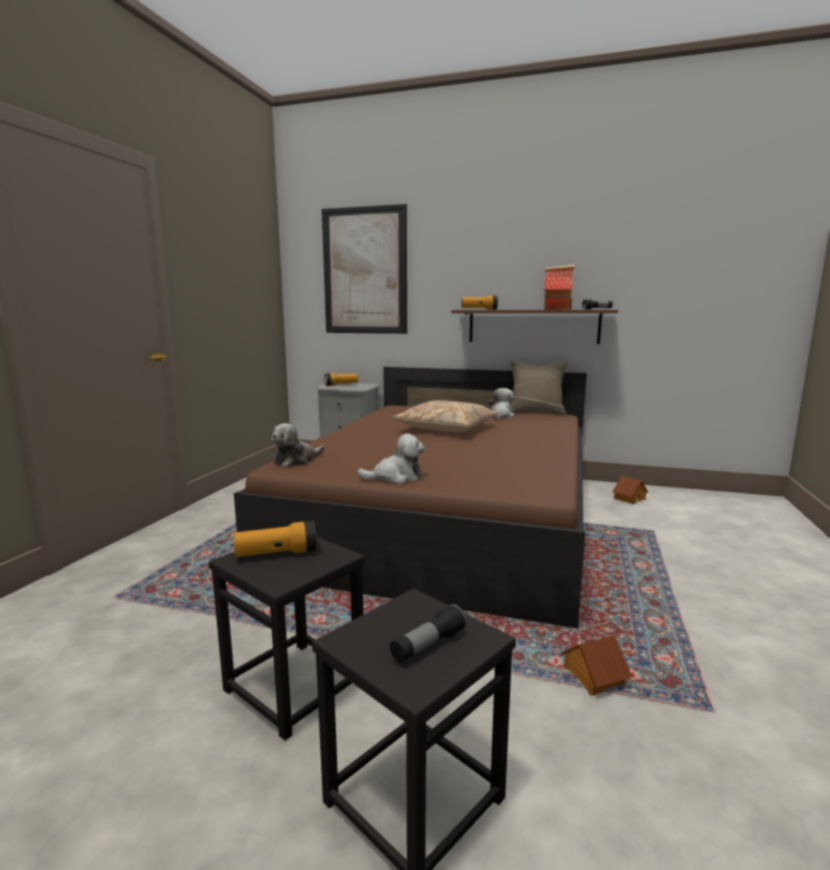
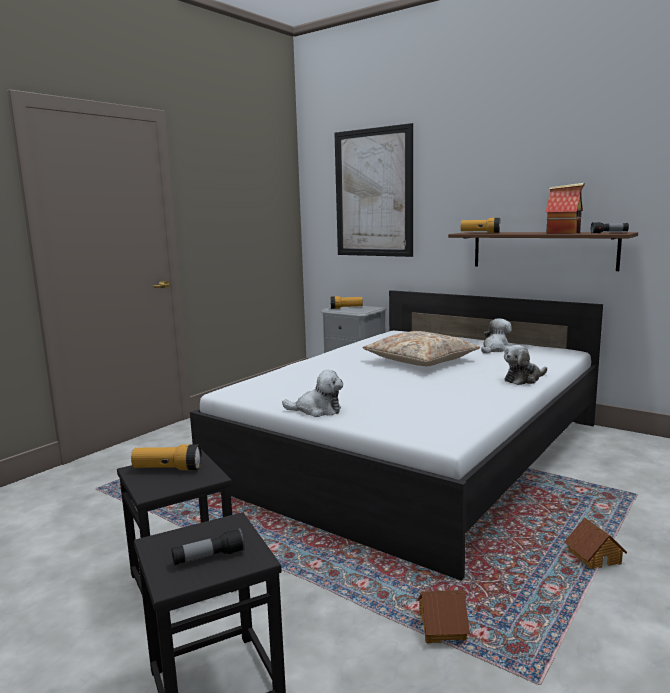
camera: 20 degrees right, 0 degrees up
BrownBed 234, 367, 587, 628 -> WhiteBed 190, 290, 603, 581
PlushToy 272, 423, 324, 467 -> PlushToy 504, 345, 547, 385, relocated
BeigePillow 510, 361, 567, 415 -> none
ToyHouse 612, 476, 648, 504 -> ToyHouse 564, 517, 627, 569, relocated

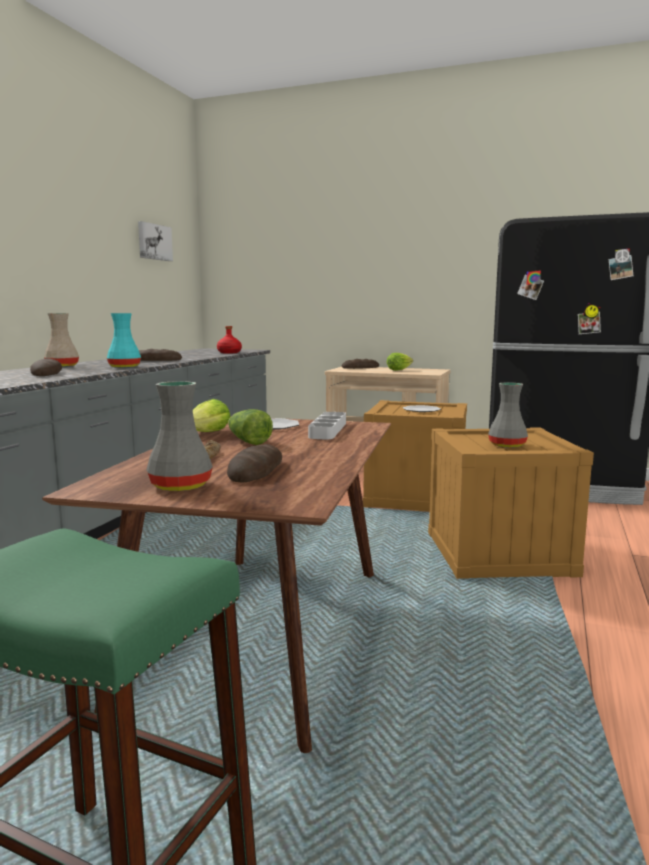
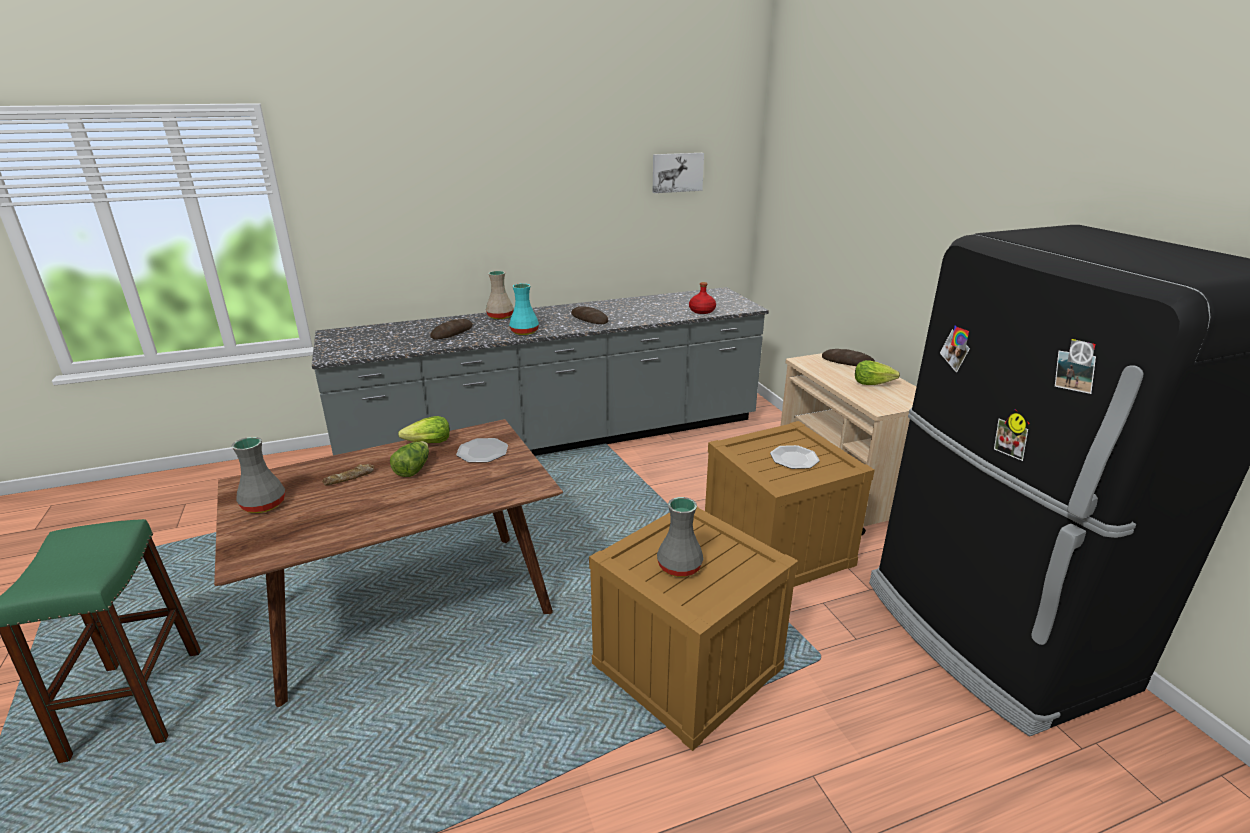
camera: 50 degrees right, 15 degrees up
Bread 227, 444, 282, 483 -> none
GreyTray 308, 412, 346, 440 -> none

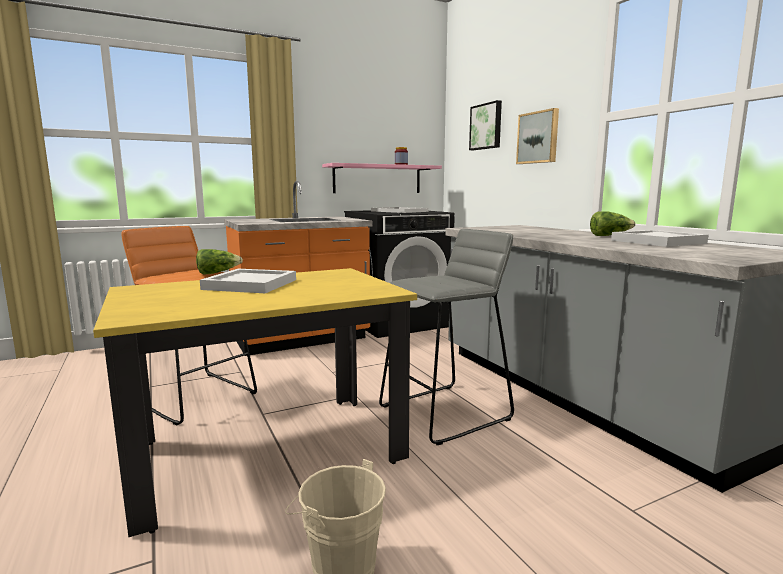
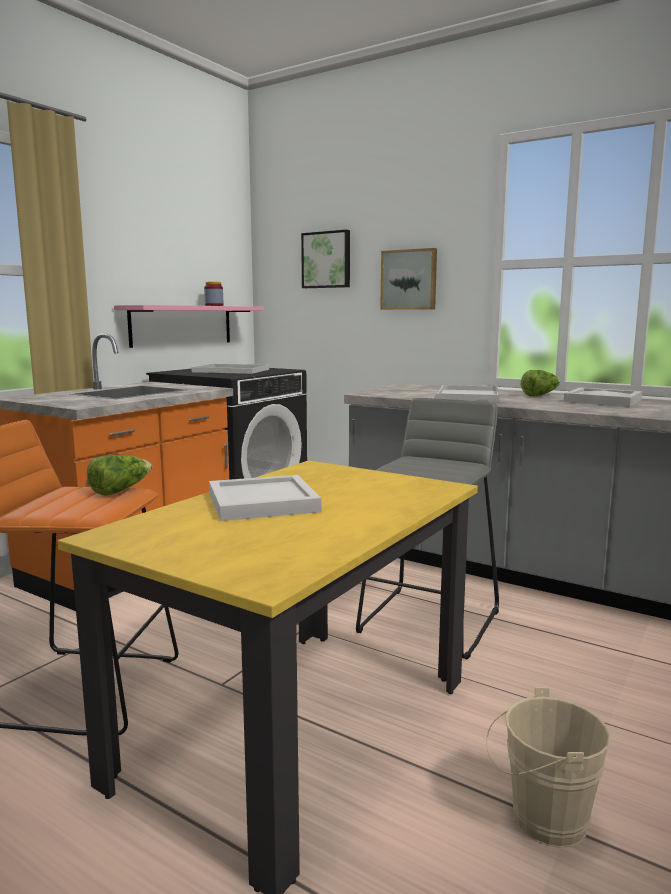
camera: 30 degrees left, 0 degrees up
none -> WhiteTray 437, 385, 499, 401

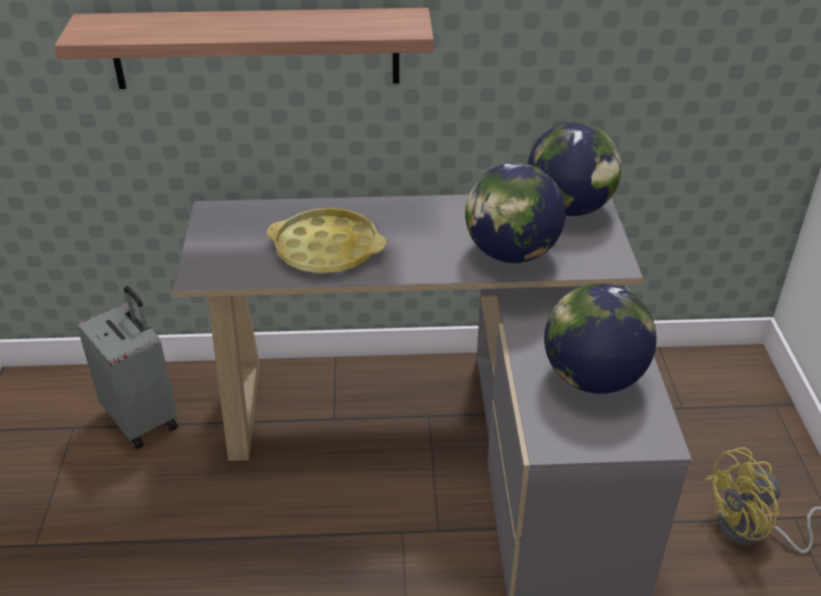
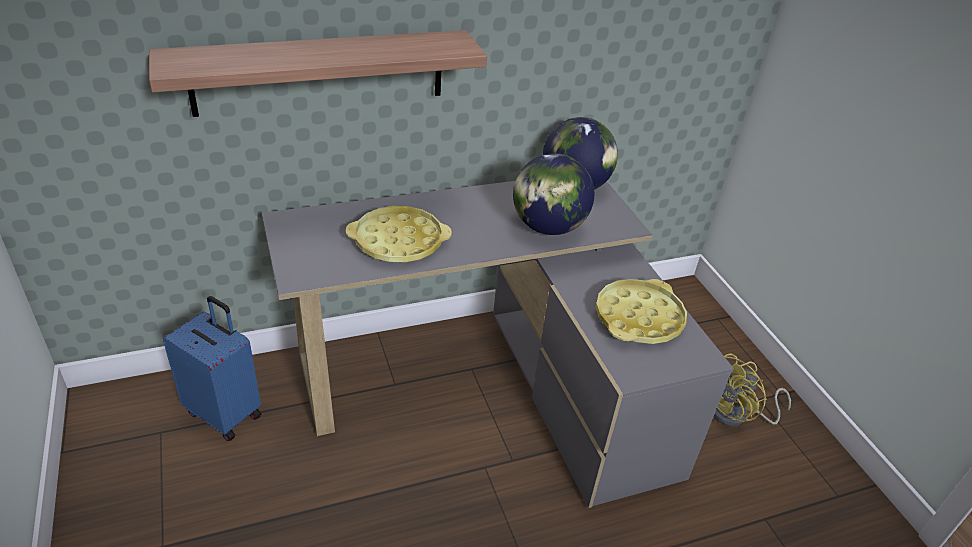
camera: 20 degrees left, 0 degrees up
GreySuitcase 77, 286, 178, 449 -> BlueSuitcase 163, 296, 261, 441
Globe 544, 283, 657, 394 -> YellowTray 596, 279, 687, 344

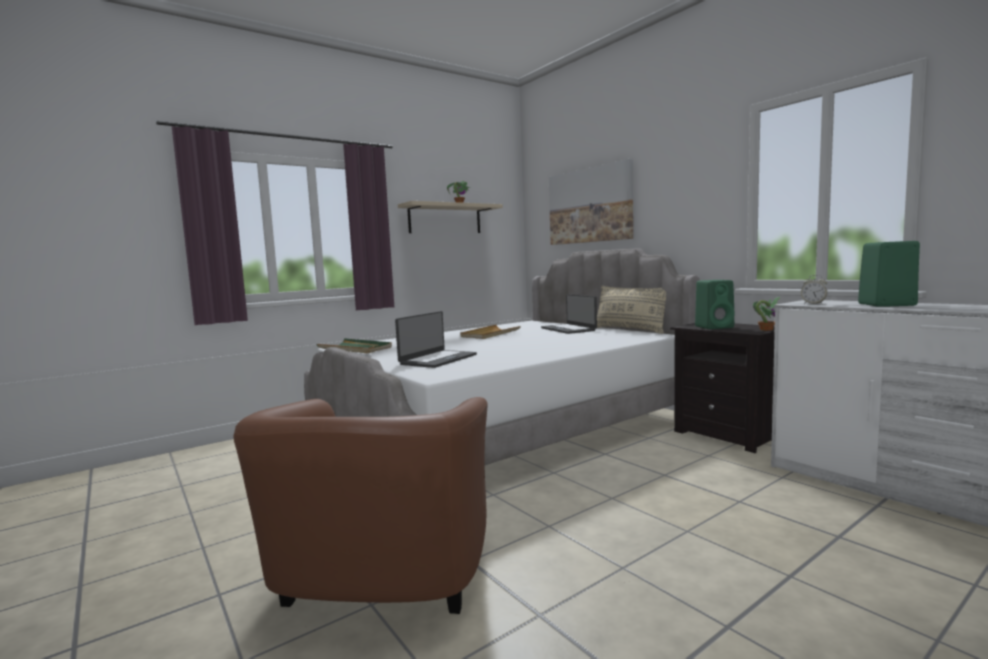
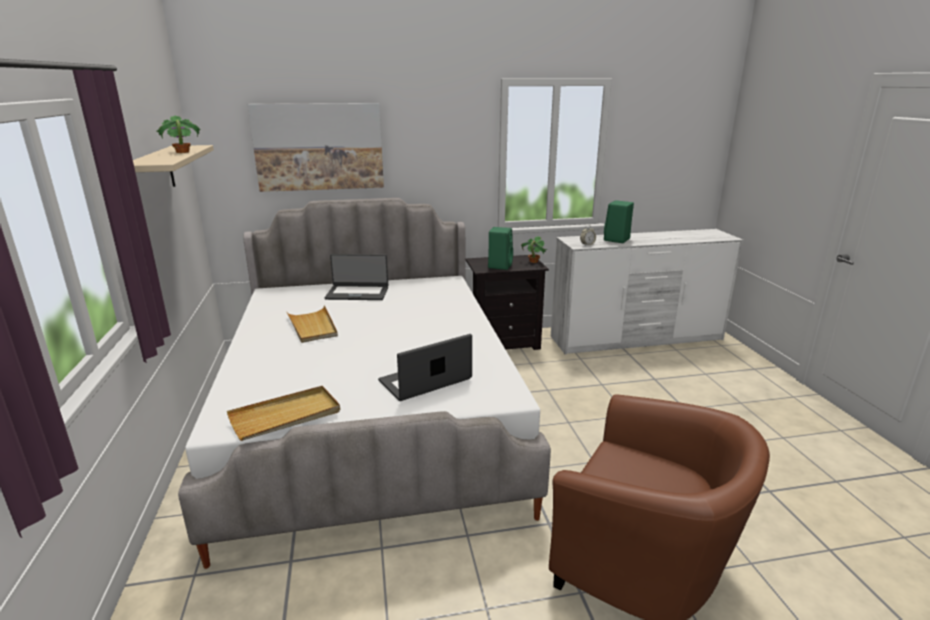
camera: 65 degrees left, 15 degrees up
GreenTray 316, 338, 392, 353 -> BeigeTray 227, 386, 340, 441
Laptop 395, 311, 477, 368 -> Laptop 378, 334, 472, 401, 90 degrees counterclockwise
BeigePillow 597, 285, 666, 334 -> none

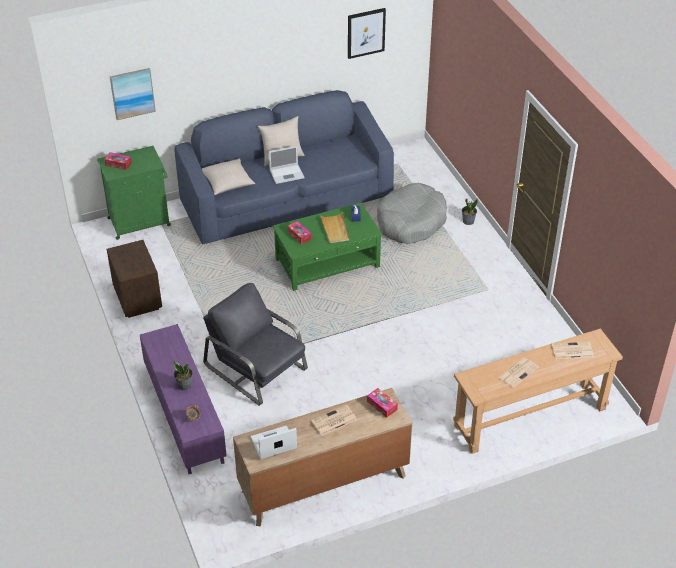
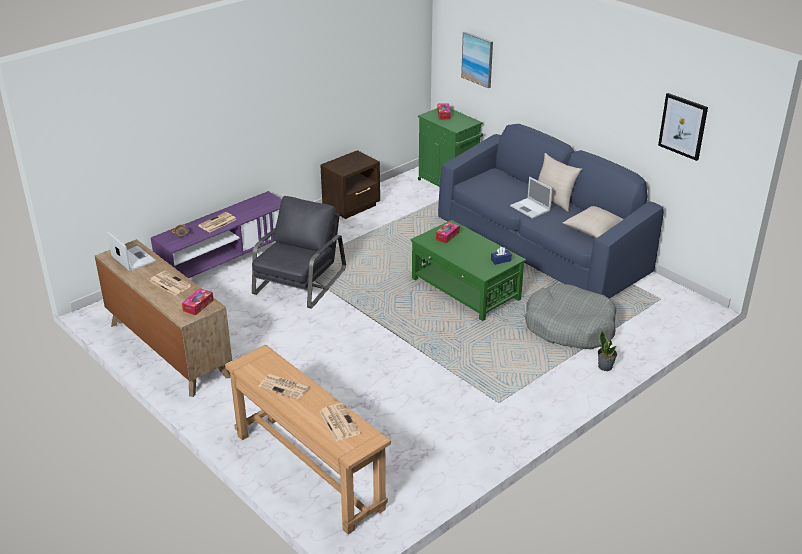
camera: 70 degrees right, 10 degrees down
PottedPlant 174, 360, 193, 390 -> Newspaper 198, 212, 237, 233
BeigePillow 202, 159, 255, 195 -> BeigePillow 562, 206, 624, 238, relocated
BeigeTray 320, 213, 349, 243 -> none

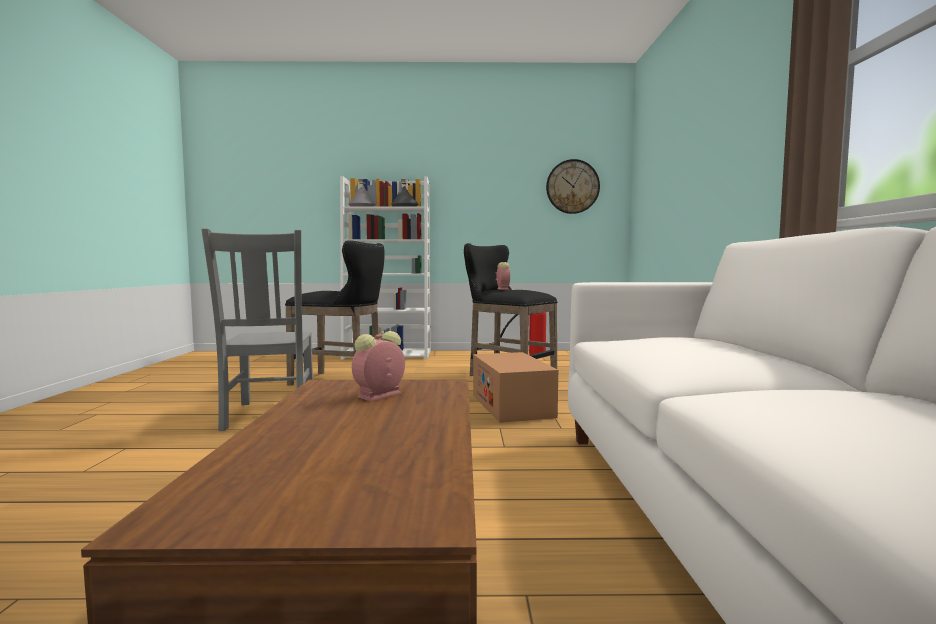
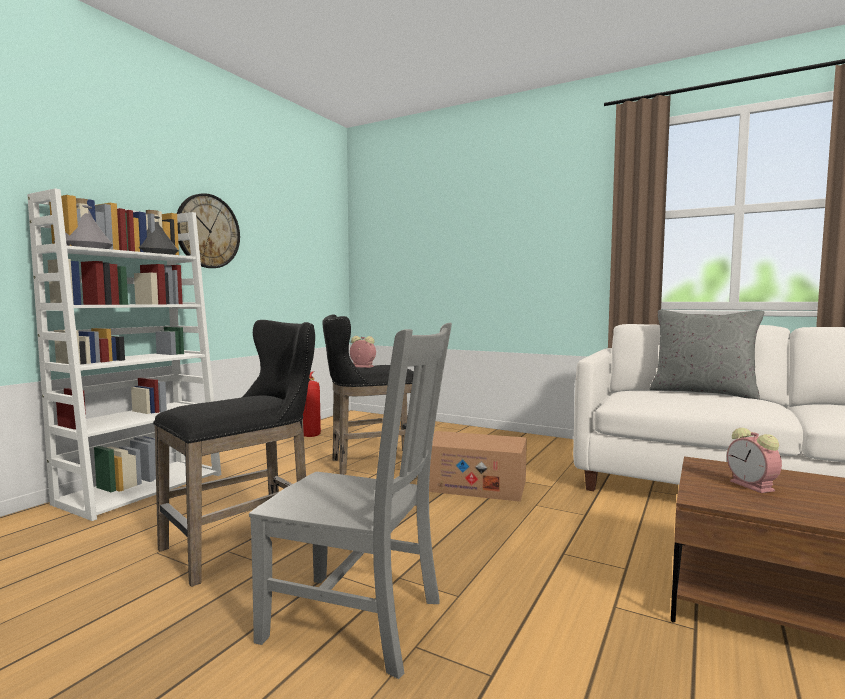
camera: 60 degrees left, 0 degrees up
WallClock 546, 159, 600, 214 -> WallClock 177, 193, 240, 268, relocated
none -> GreyPillow 650, 310, 765, 400

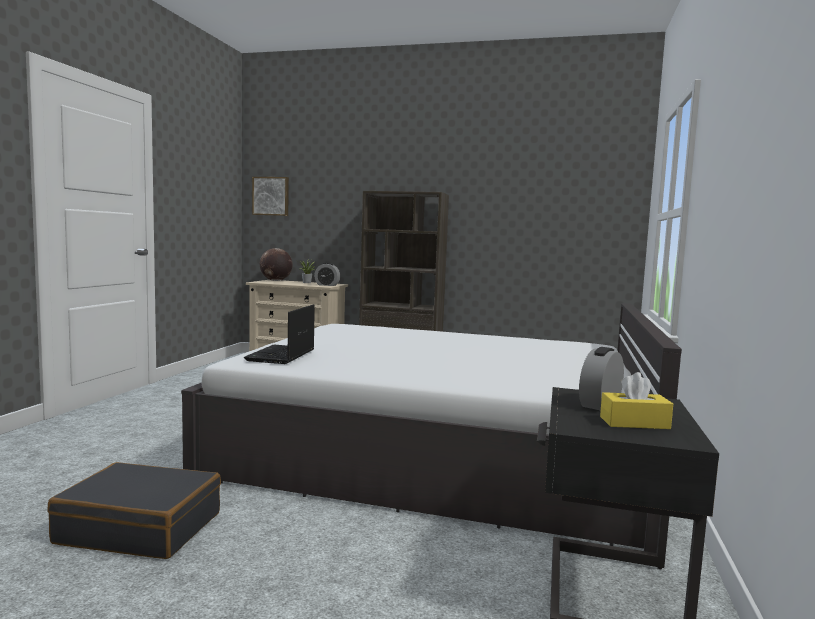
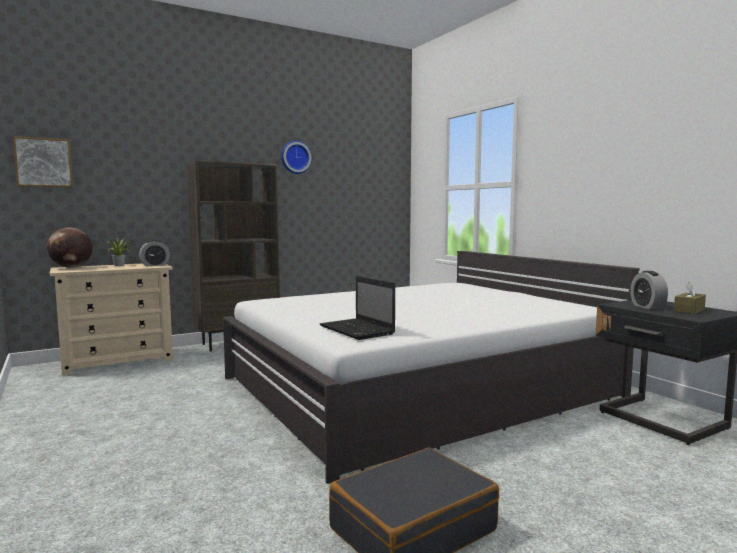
camera: 45 degrees left, 0 degrees up
YellowTissueBox 600, 372, 673, 429 -> BrownTissueBox 674, 281, 706, 314
none -> WallClock 281, 141, 312, 174

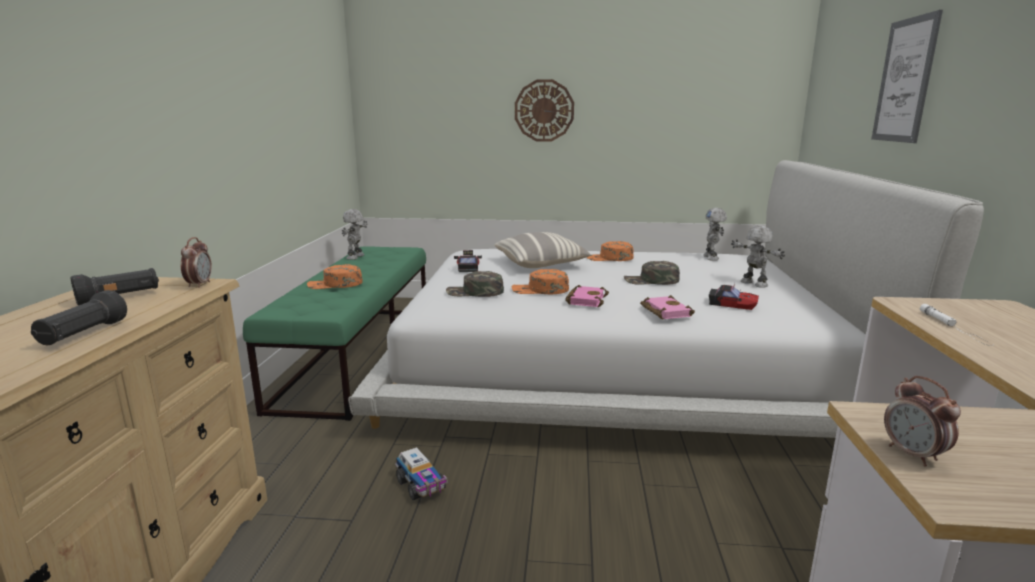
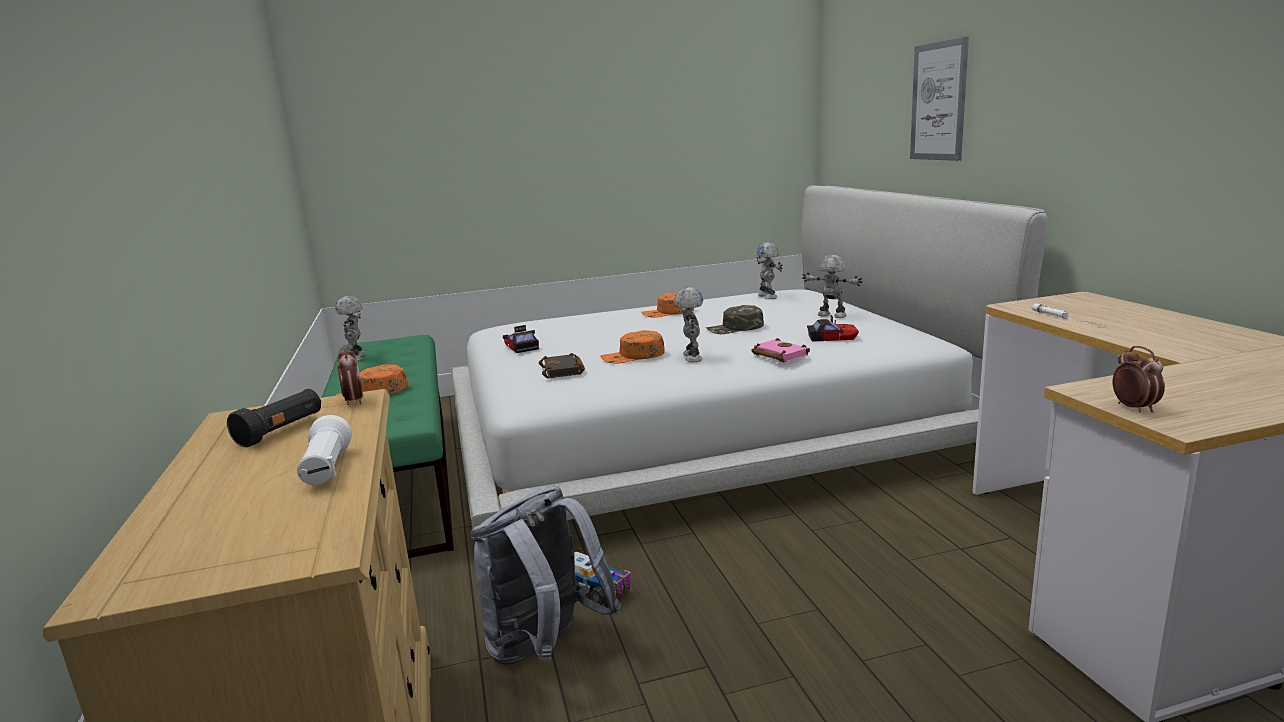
camera: 20 degrees left, 0 degrees up
BlackFlashlight 31, 290, 127, 345 -> WhiteFlashlight 297, 415, 352, 485
GreenCap 446, 271, 504, 297 -> BlackBook 538, 353, 585, 378
Pillow 494, 232, 593, 268 -> none
WallClock 515, 79, 574, 142 -> none
PinkBook 565, 285, 609, 307 -> ToyRobot 674, 287, 703, 362
AlarmClock 884, 376, 961, 467 -> AlarmClock 1112, 346, 1165, 412, 150 degrees counterclockwise
none -> GreyBackpack 470, 486, 621, 665

